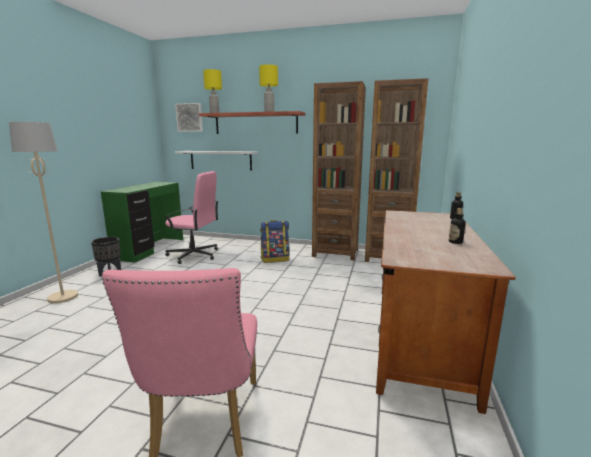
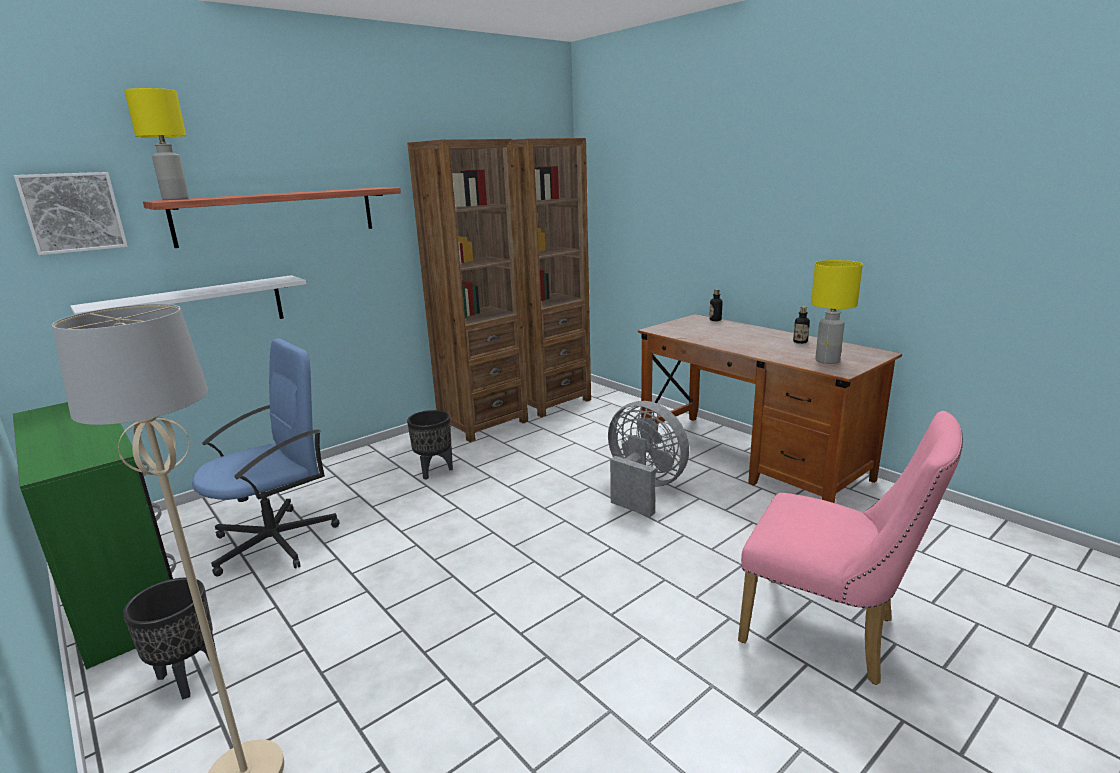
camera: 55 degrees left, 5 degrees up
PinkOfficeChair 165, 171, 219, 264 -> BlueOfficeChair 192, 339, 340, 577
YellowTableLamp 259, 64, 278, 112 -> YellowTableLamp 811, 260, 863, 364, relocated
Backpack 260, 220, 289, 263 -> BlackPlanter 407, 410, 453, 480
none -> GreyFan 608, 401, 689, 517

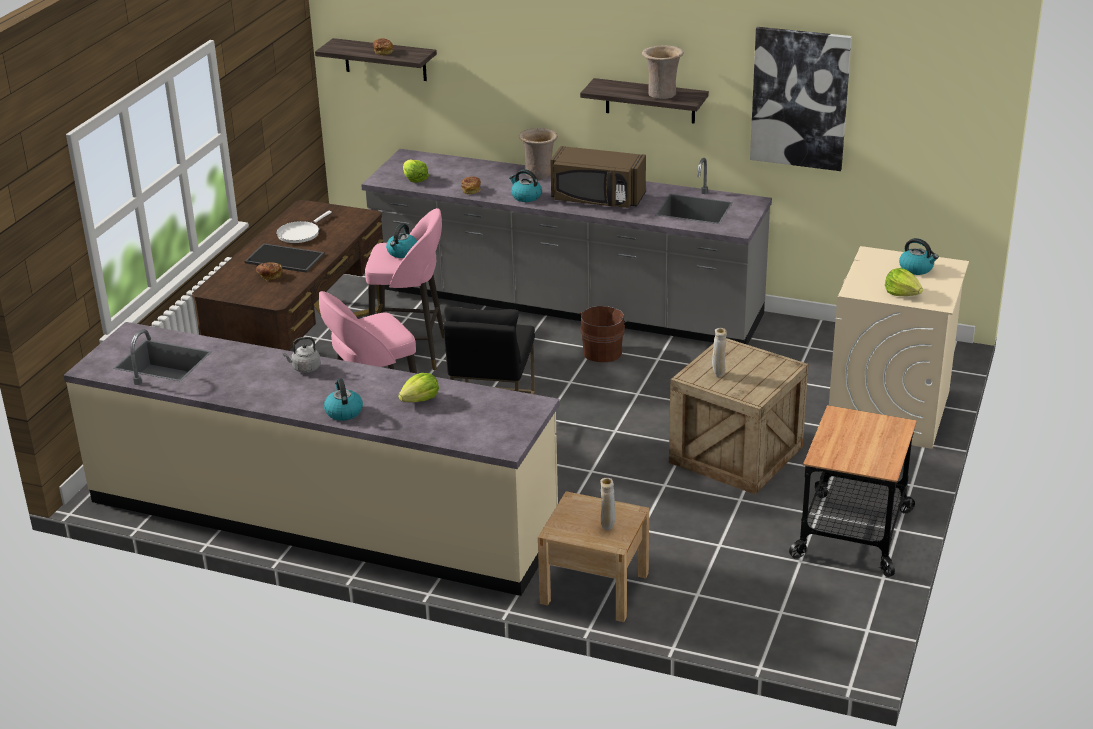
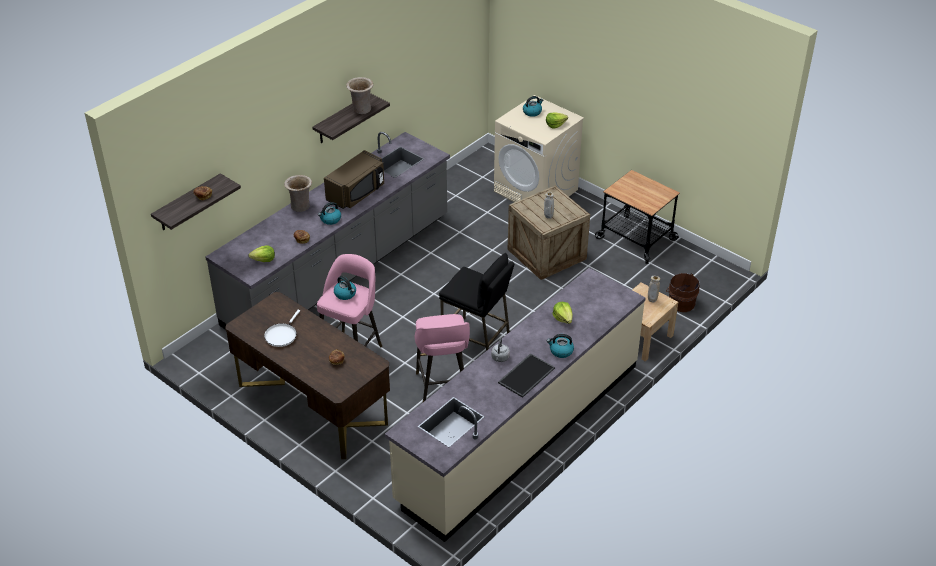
camera: 70 degrees left, 10 degrees up
Tray 245, 243, 325, 273 -> Tray 498, 353, 555, 398, relocated
WhiteFryingPan 276, 211, 332, 243 -> WhiteFryingPan 264, 310, 300, 347, 60 degrees clockwise
BrownBucket 580, 306, 628, 362 -> BrownBucket 666, 273, 700, 312, relocated
Picture 750, 27, 852, 171 -> none

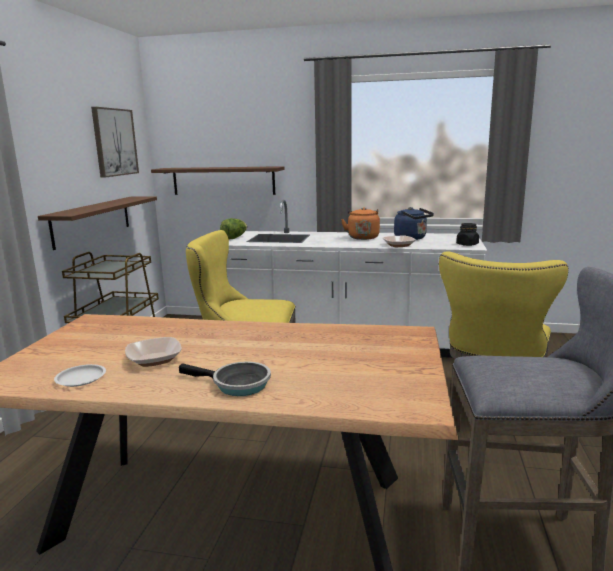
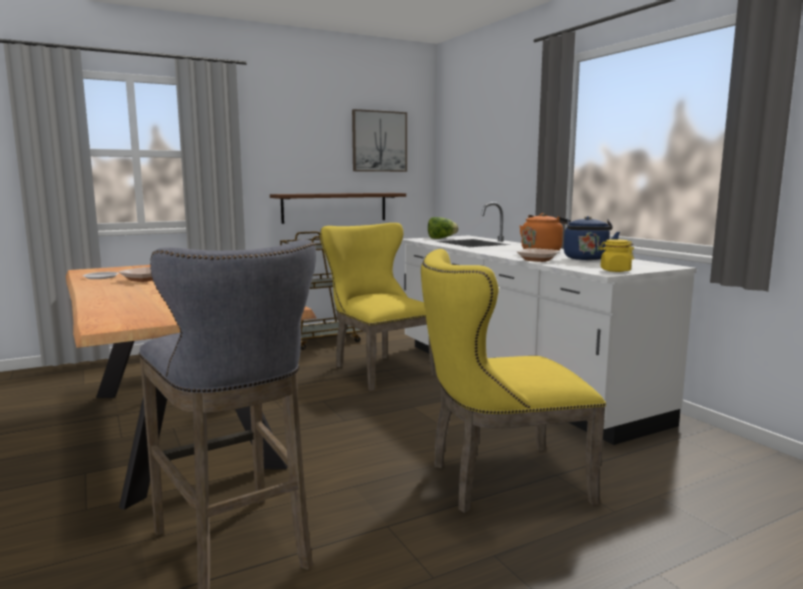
camera: 50 degrees right, 5 degrees down
BrownShelf 151, 166, 284, 195 -> none
FryingPan 179, 362, 271, 396 -> none
BlackJar 456, 223, 479, 246 -> YellowJar 599, 239, 634, 272

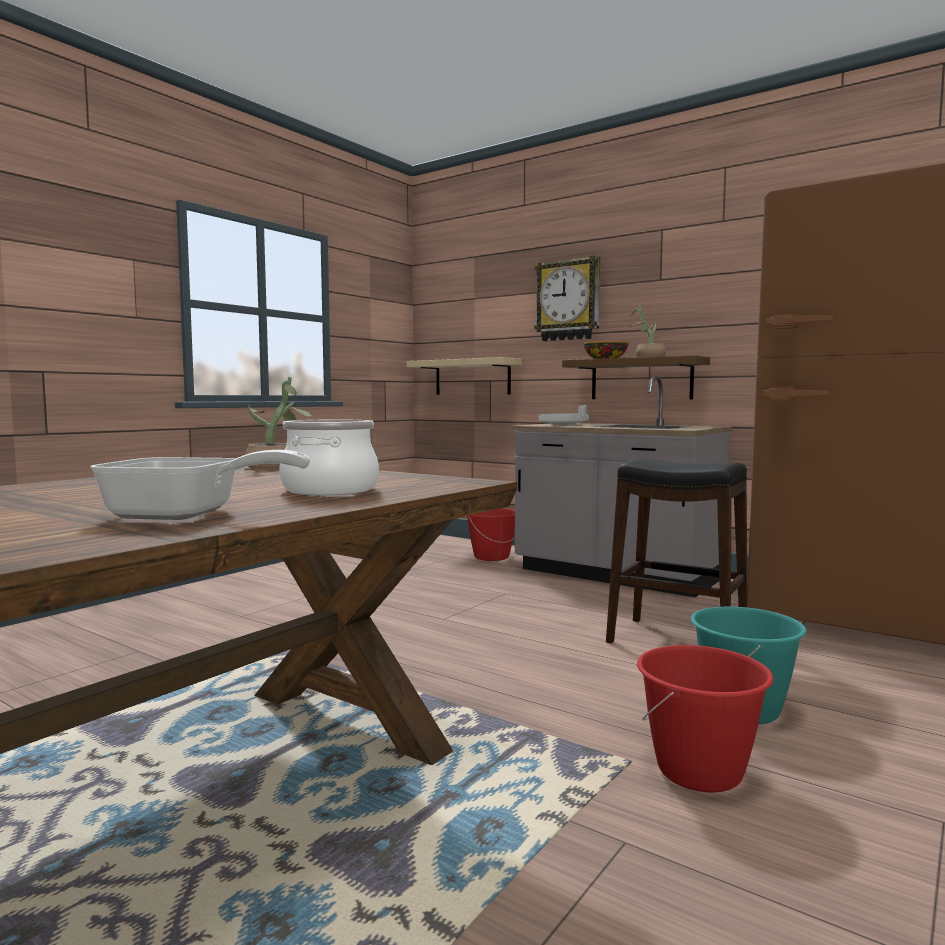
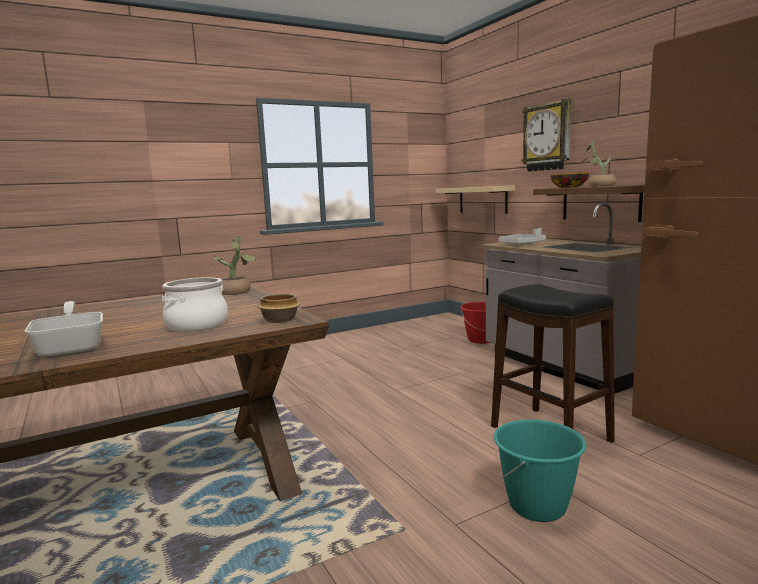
camera: 25 degrees right, 5 degrees up
FryingPan 91, 450, 310, 520 -> FryingPan 25, 301, 103, 358, 150 degrees counterclockwise
RedBucket 637, 645, 774, 793 -> none
none -> Bowl 257, 294, 300, 323

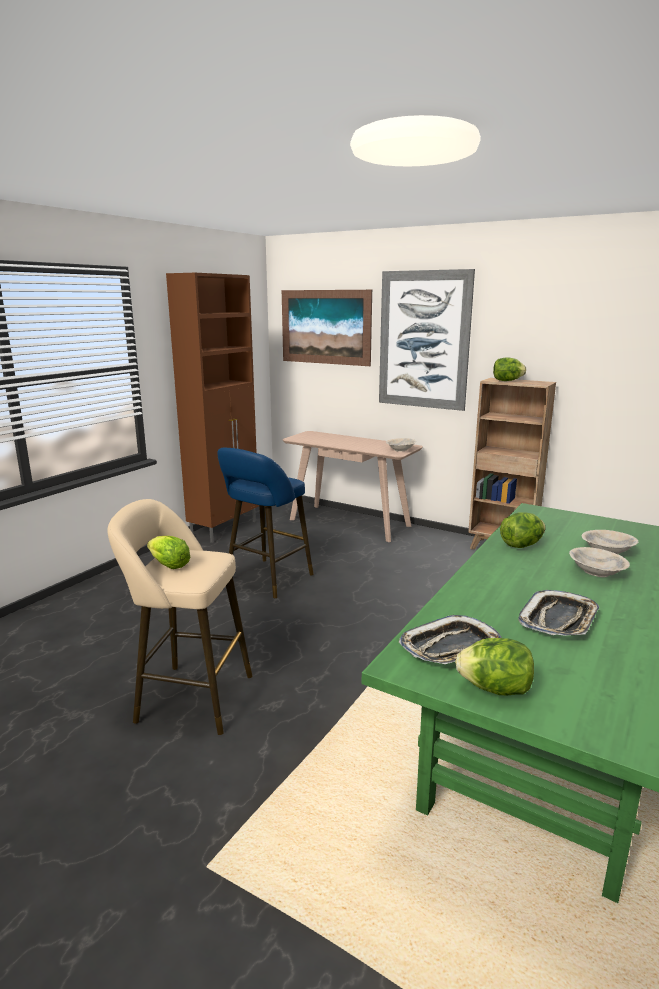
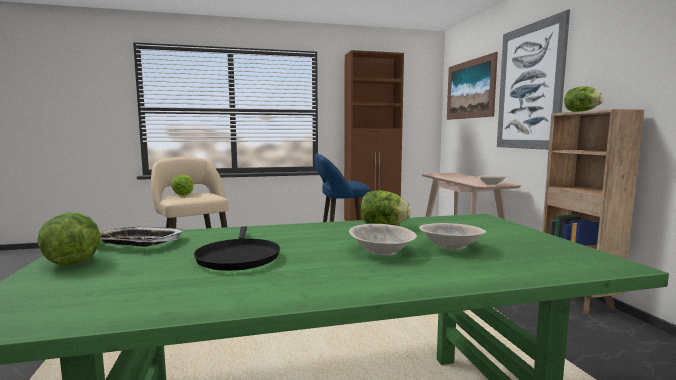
camera: 45 degrees right, 10 degrees down
Tray 518, 590, 599, 636 -> BlackFryingPan 194, 226, 280, 271

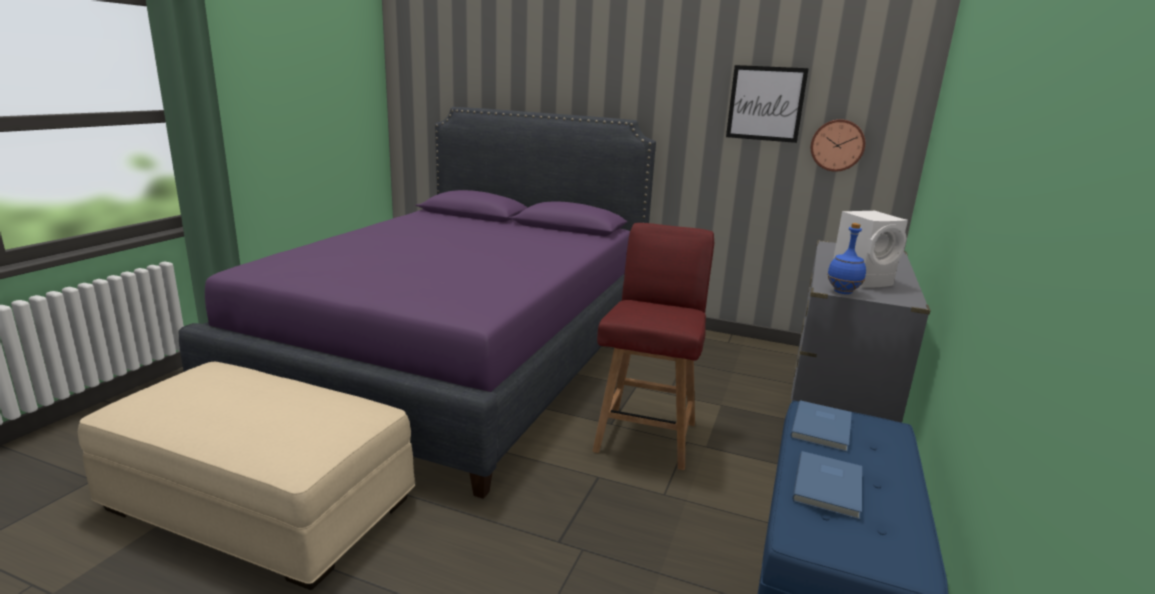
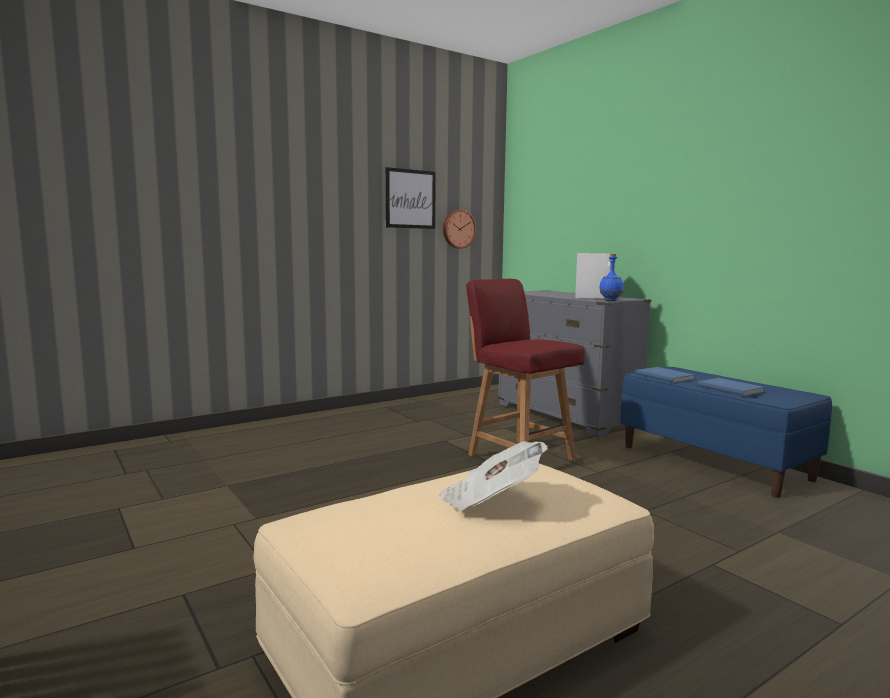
camera: 55 degrees left, 10 degrees down
PurpleBed 179, 107, 656, 499 -> none
none -> Newspaper 439, 441, 548, 512

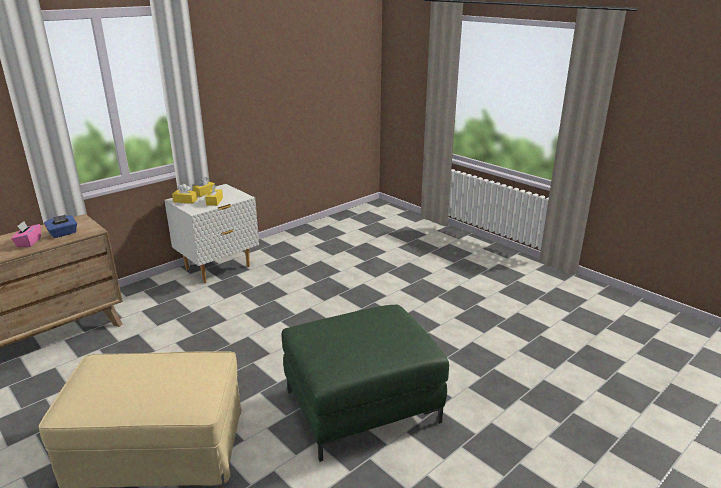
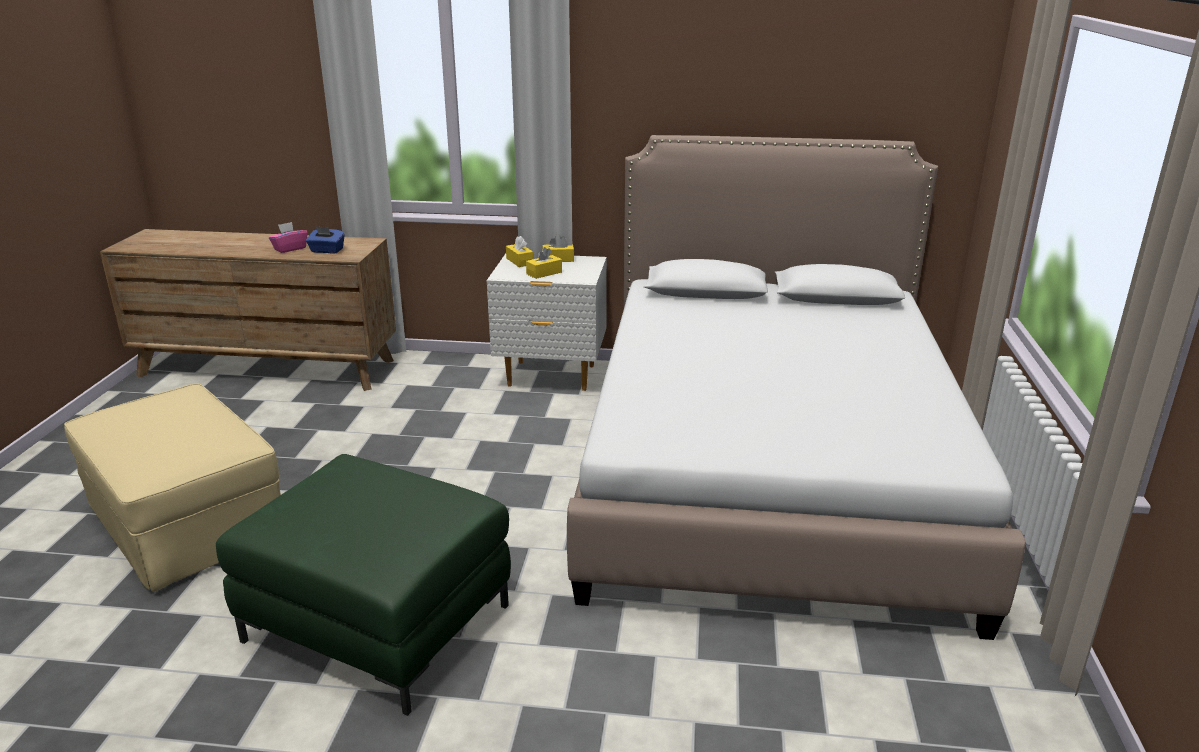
camera: 50 degrees right, 0 degrees up
none -> Bed 567, 135, 1025, 640

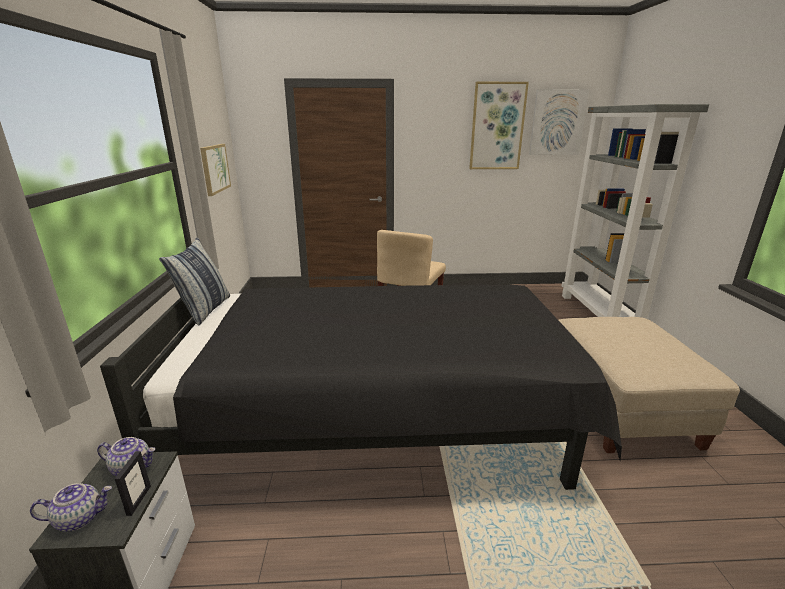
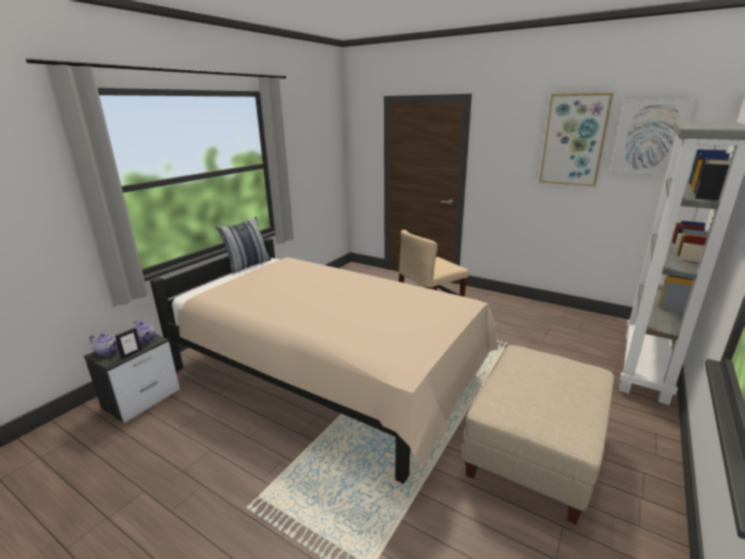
camera: 35 degrees right, 0 degrees up
BlackBed 100, 285, 622, 490 -> BeigeBed 150, 238, 498, 484
Picture 200, 144, 231, 196 -> none

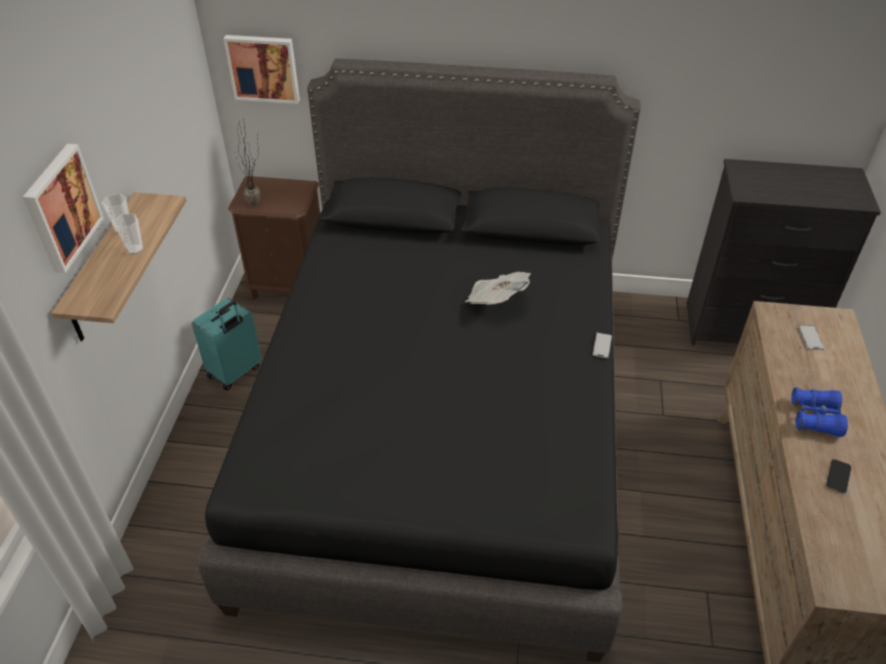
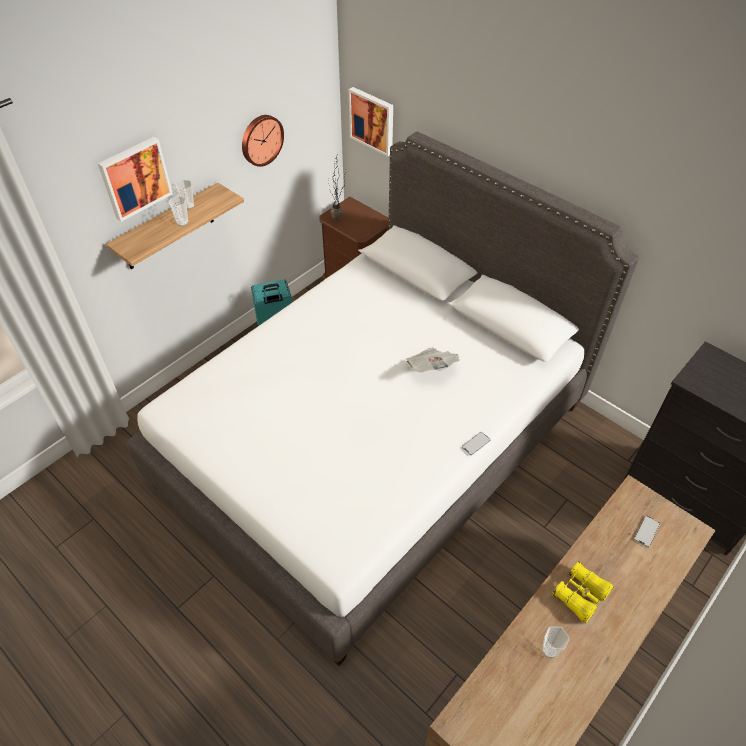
camera: 35 degrees right, 5 degrees up
BlackBed 197, 59, 641, 662 -> WhiteBed 127, 132, 639, 666
BlueBinoculars 791, 387, 848, 437 -> YellowBinoculars 552, 561, 614, 624
Phone 826, 459, 852, 494 -> Cup 542, 626, 569, 658
none -> WallClock 242, 115, 284, 167

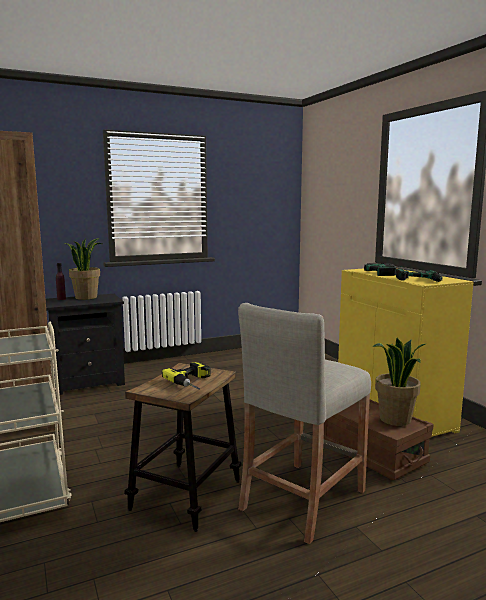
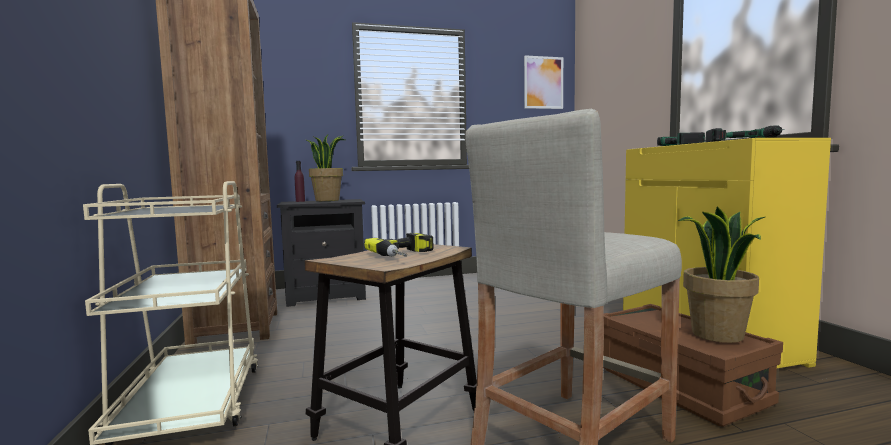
camera: 10 degrees right, 5 degrees down
none -> Picture 524, 55, 563, 109

